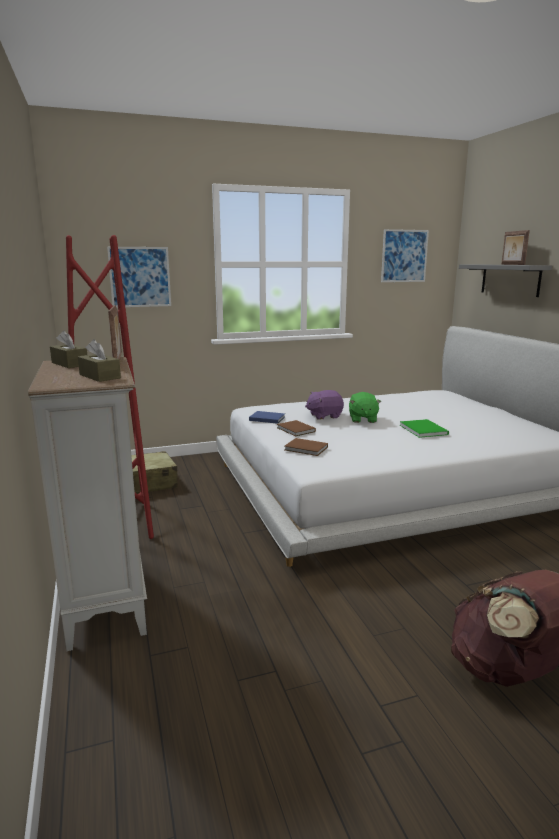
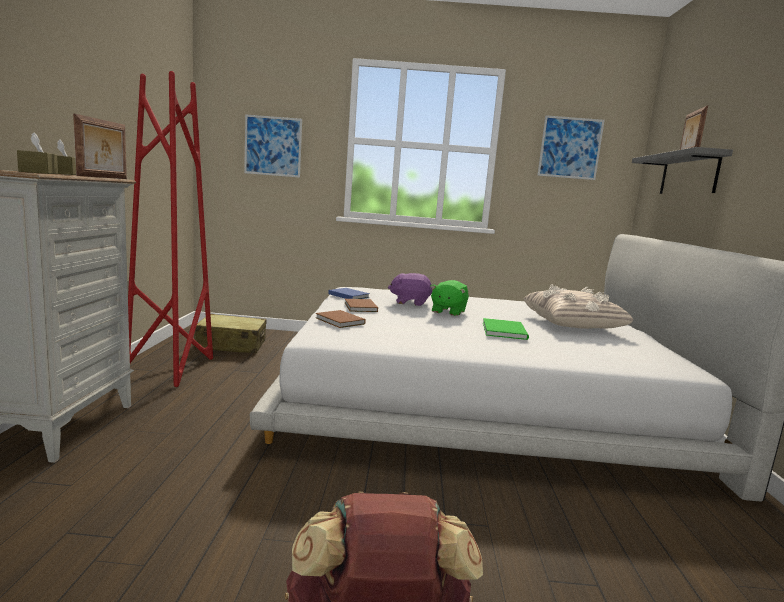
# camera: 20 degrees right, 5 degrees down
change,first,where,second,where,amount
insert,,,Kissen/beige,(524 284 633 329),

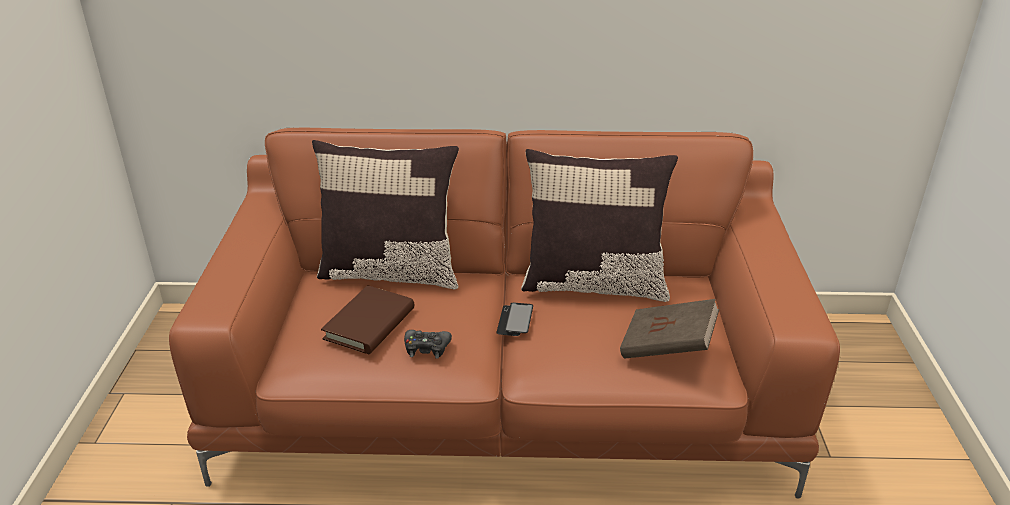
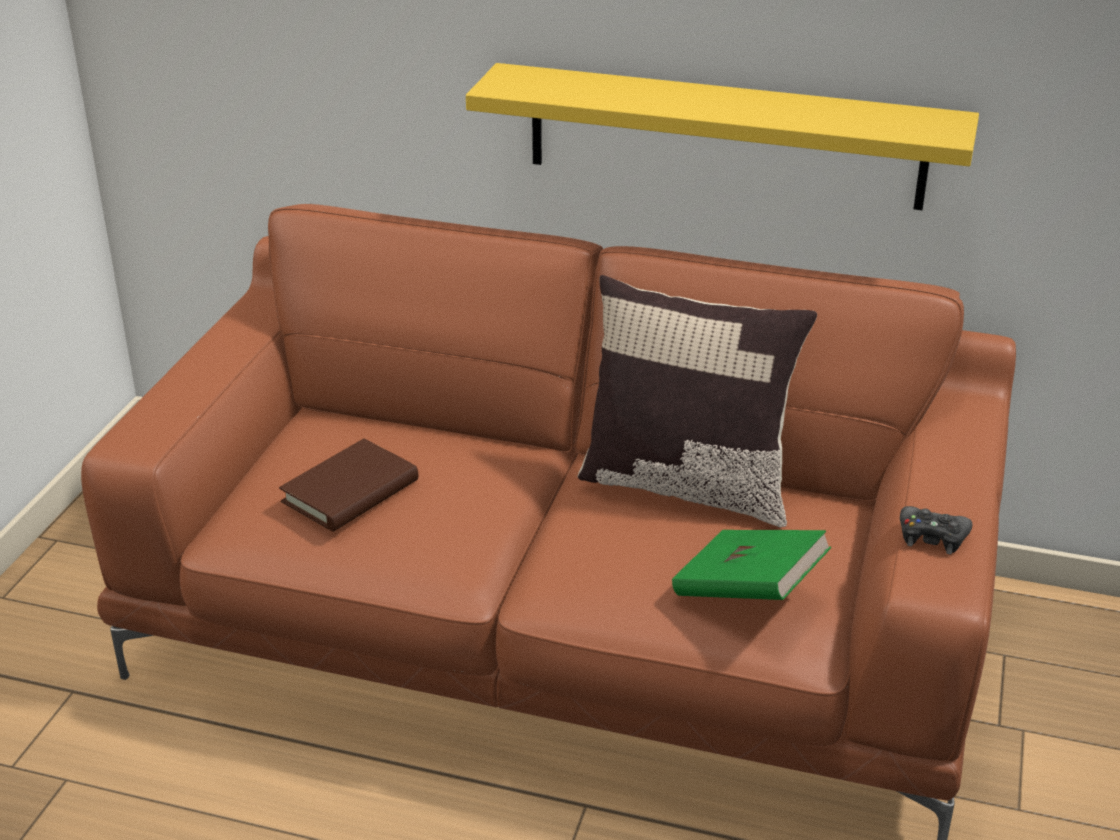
# camera: 15 degrees right, 0 degrees up
change,first,where,second,where,amount
delete,Kissen,(312 140 459 290),,,
delete,Handy,(496 303 533 336),,,
insert,,,Wandregal/gelb,(466 63 979 210),
move,Gamepad/schwarz,(404 330 452 359),,(900 506 972 554),
recolor,Buch/braun,(620 299 719 359),Buch/grün,(672 530 831 600),

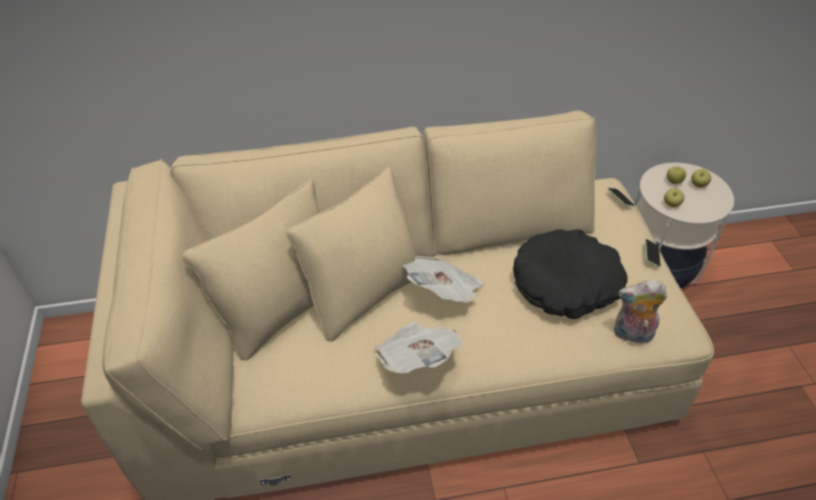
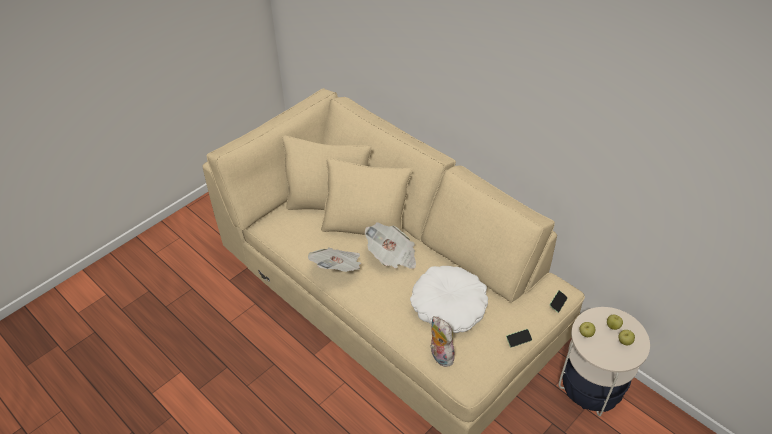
# camera: 55 degrees right, 0 degrees up
change,first,where,second,where,amount
recolor,Kissen/schwarz,(513 229 628 319),Kissen/weiß,(410 266 488 333),

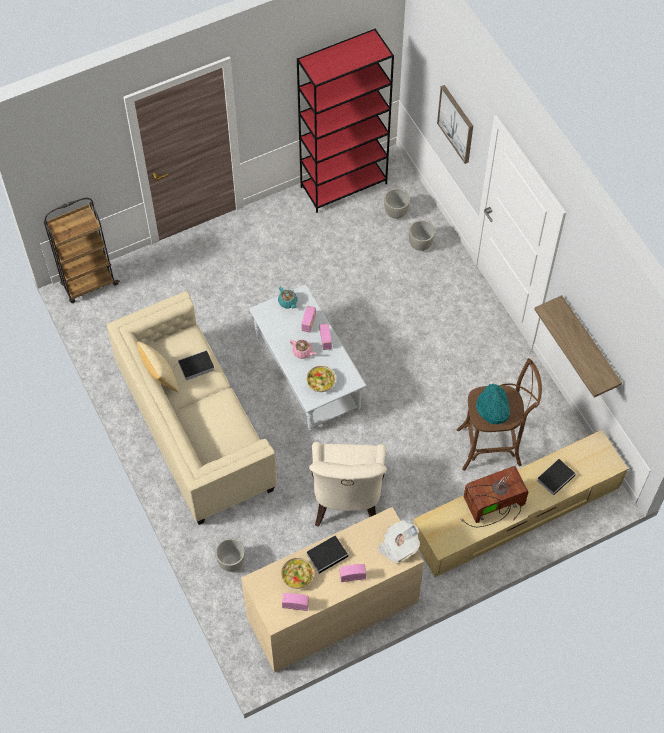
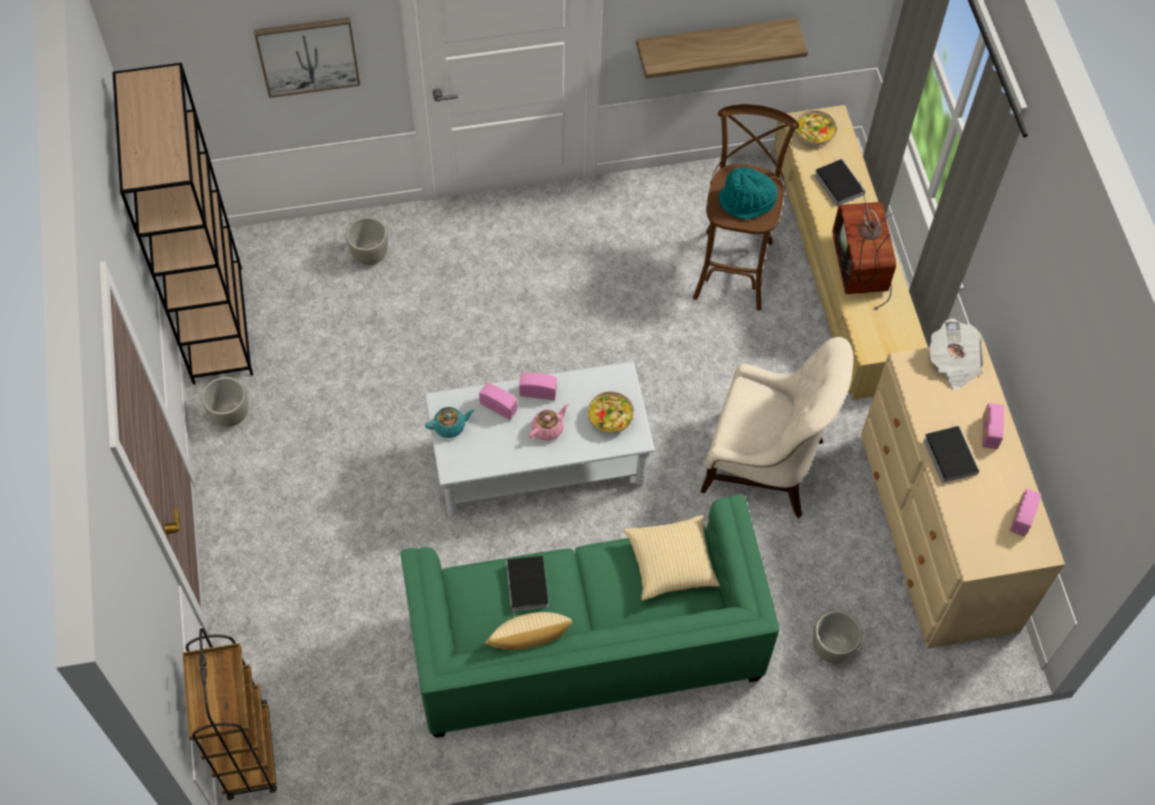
# camera: 75 degrees left, 0 degrees up
change,first,where,second,where,amount
insert,,,Kissen,(624 515 720 601),
move,Schüssel,(281 558 313 589),,(796 110 836 146),
move,Pflanzkübel/grau,(384 188 410 219),,(202 377 248 427),
recolor,Sofa/beige,(107 291 277 525),Sofa/grün,(400 494 779 738),
recolor,Bücherregal/rot,(297 29 394 213),Bücherregal/beige,(112 63 253 384),

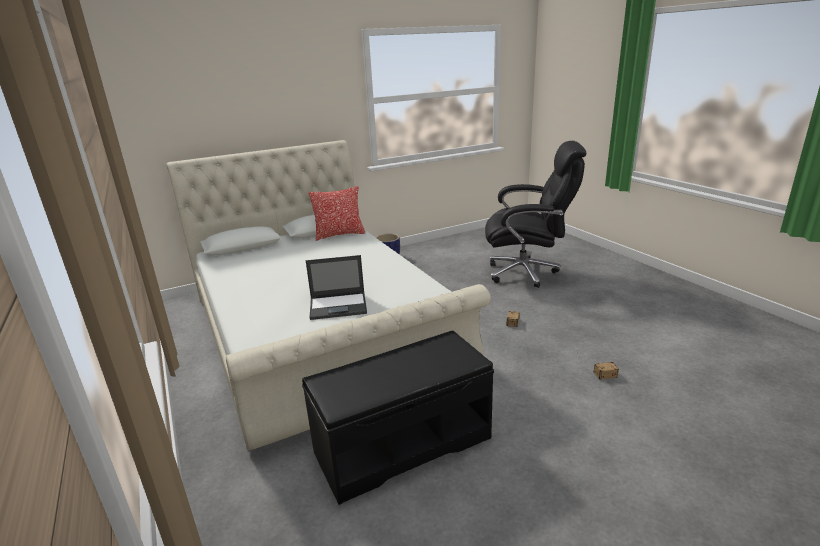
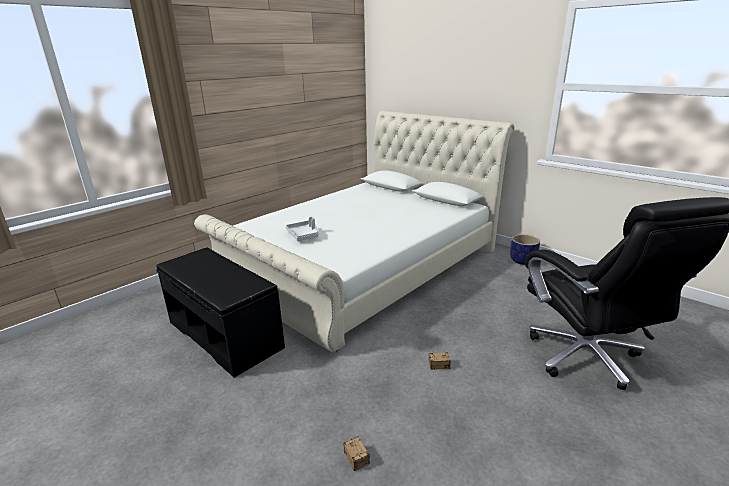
# camera: 70 degrees right, 0 degrees up
change,first,where,second,where,amount
delete,Kissen,(309 186 365 241),,,
replace,Laptop,(306 255 367 320),Tablett/grau,(285 216 319 241),

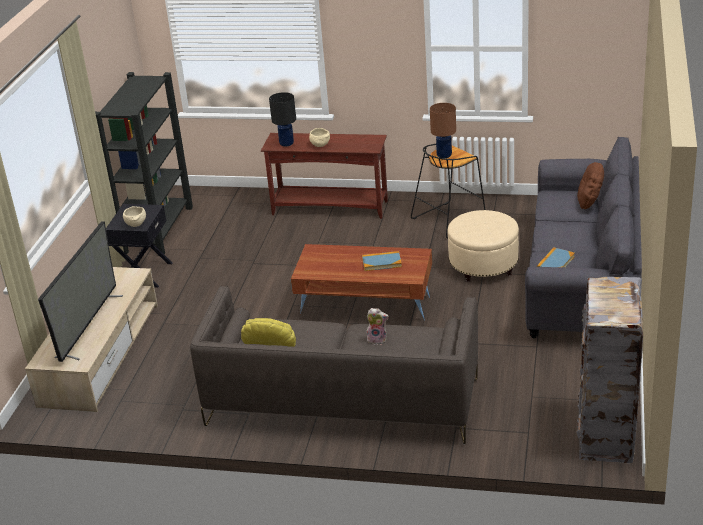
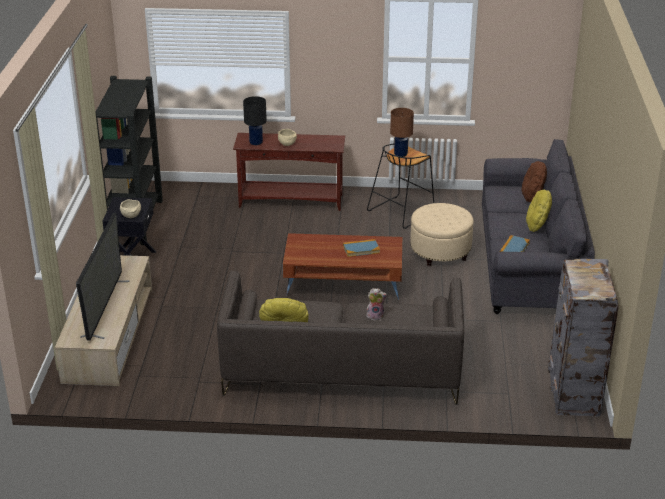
# camera: 10 degrees left, 0 degrees up
change,first,where,second,where,amount
insert,,,Kissen/gelb,(526 190 552 232),

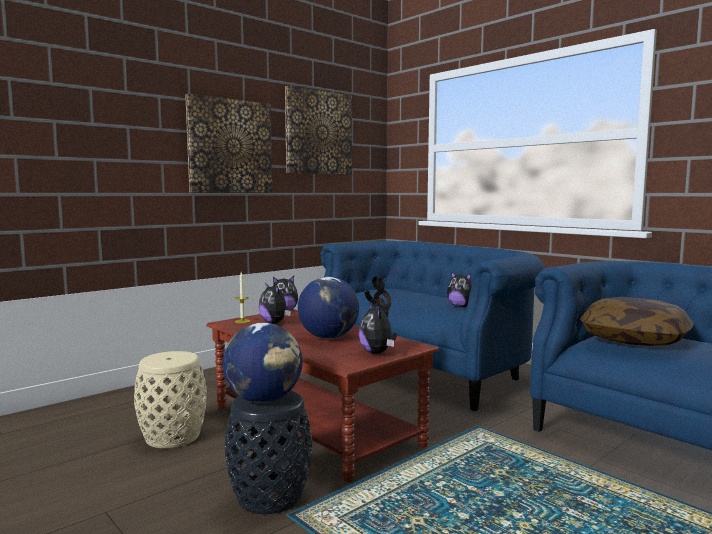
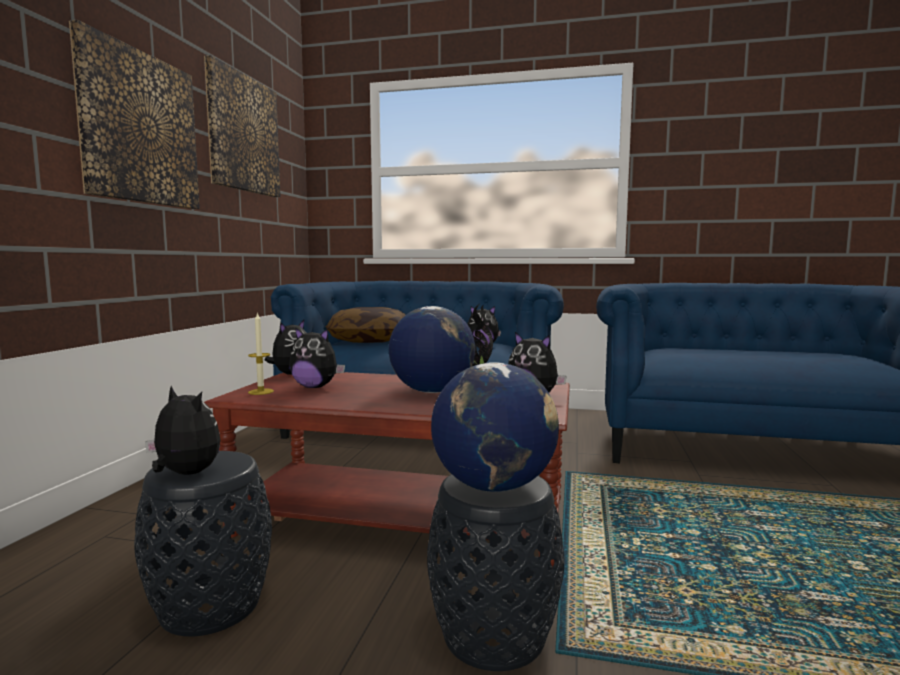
# camera: 35 degrees left, 0 degrees up
change,first,where,second,where,amount
insert,,,Plüschtier,(145 386 221 475),
move,Kissen,(580 297 693 346),,(326 307 405 343),
recolor,Hocker/beige,(134 351 207 449),Hocker/schwarz,(134 451 272 637),

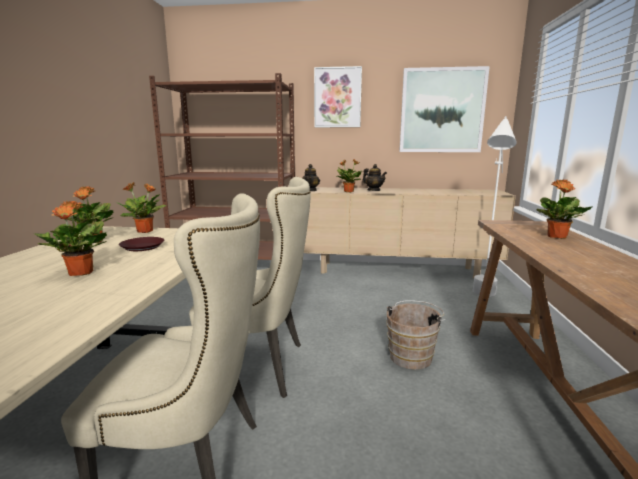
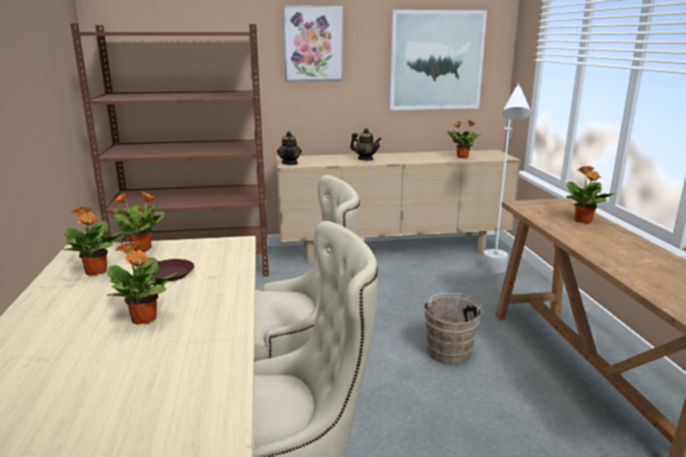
# camera: 15 degrees left, 5 degrees up
change,first,where,second,where,amount
move,Topfpflanze,(337 159 363 192),,(447 120 482 158),

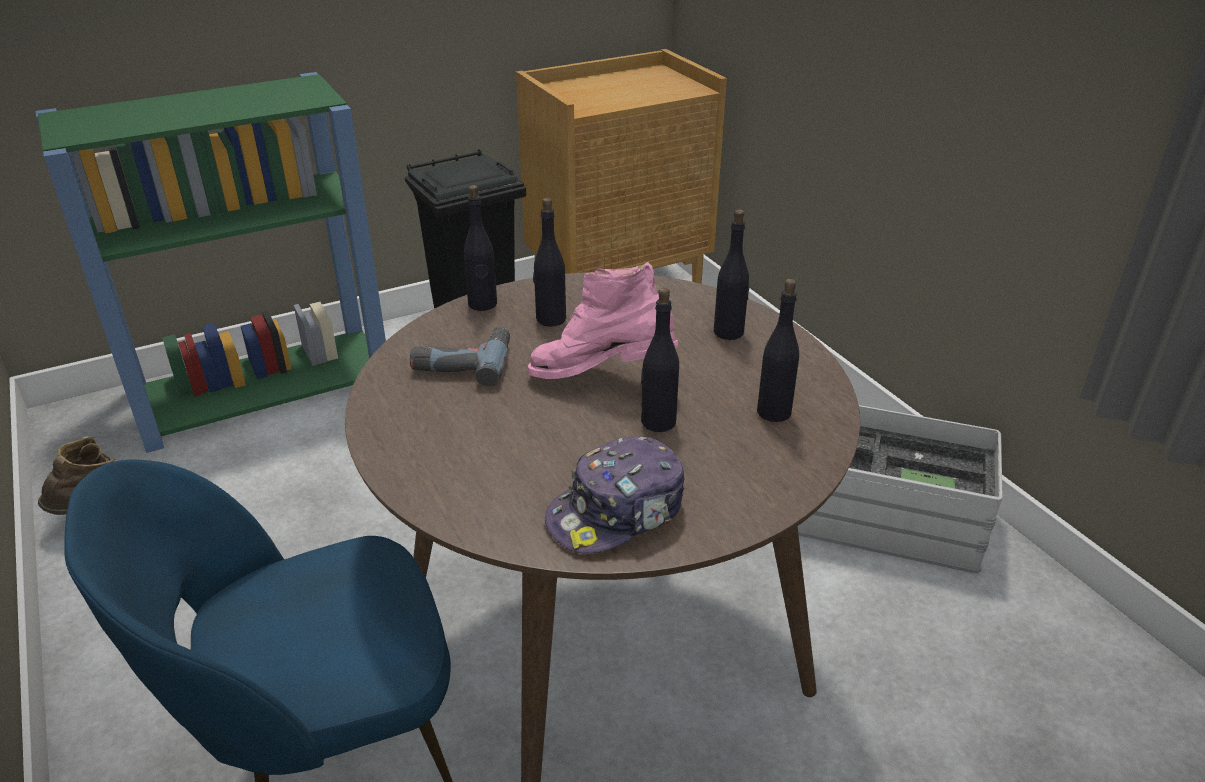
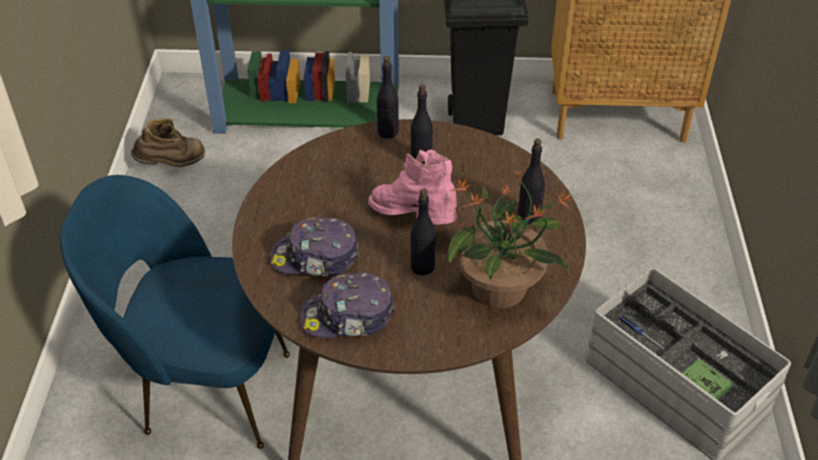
# camera: 30 degrees right, 10 degrees up
change,first,where,second,where,amount
delete,Bohrmaschine,(410 327 510 386),,,
insert,,,Kappe,(270 217 359 277),
replace,Flasche/schwarz,(757 279 799 422),Topfpflanze,(448 170 572 308),

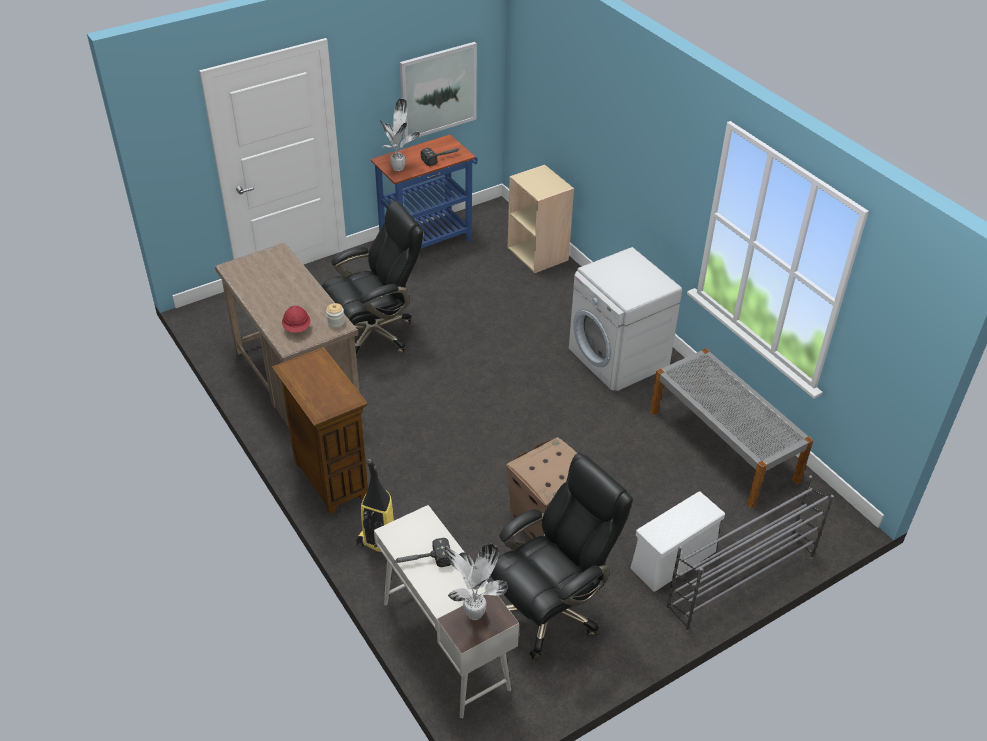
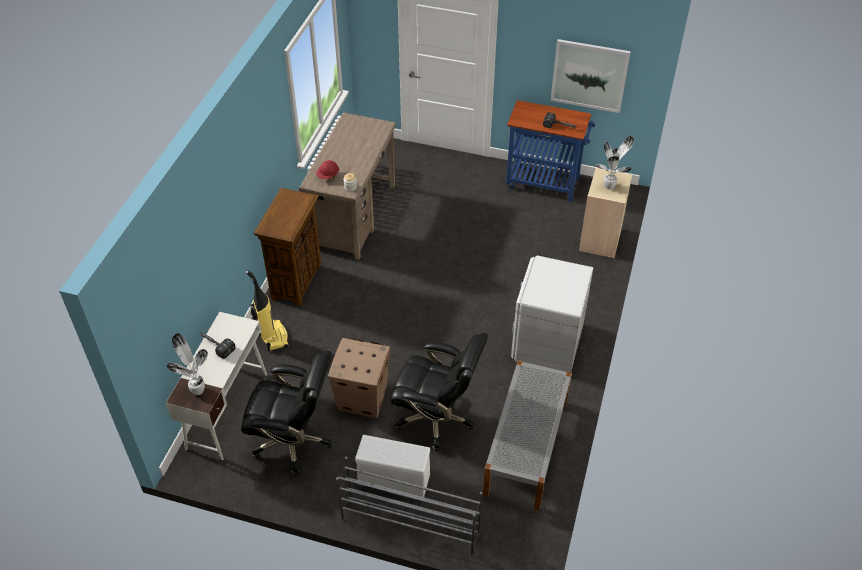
# camera: 50 degrees right, 5 degrees up
change,first,where,second,where,amount
move,Bürostuhl/schwarz,(322 201 423 356),,(390 333 488 451),
move,Topfpflanze,(379 99 420 171),,(595 136 634 190),

